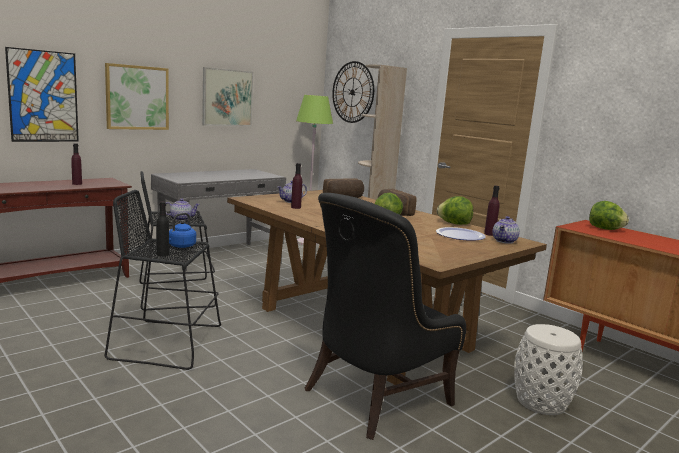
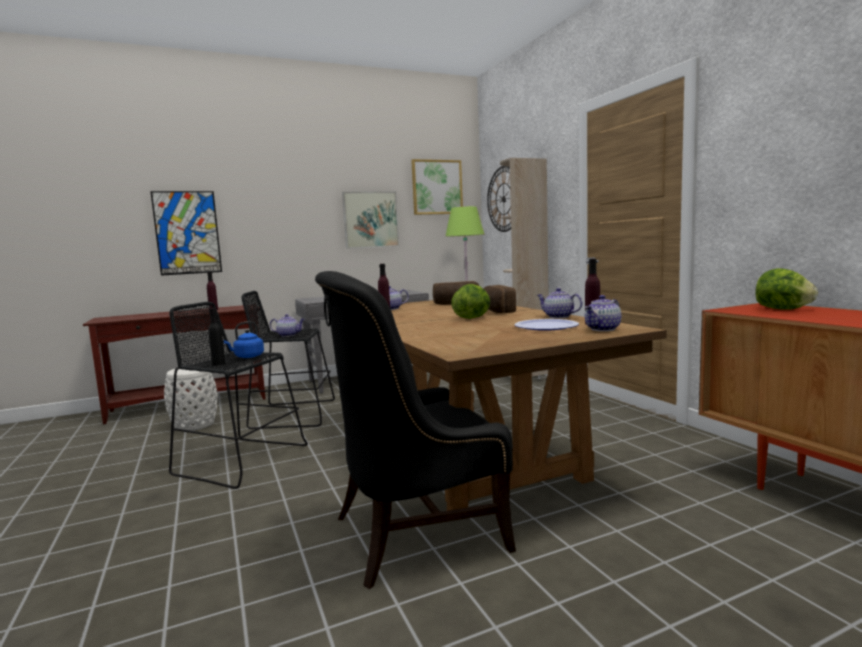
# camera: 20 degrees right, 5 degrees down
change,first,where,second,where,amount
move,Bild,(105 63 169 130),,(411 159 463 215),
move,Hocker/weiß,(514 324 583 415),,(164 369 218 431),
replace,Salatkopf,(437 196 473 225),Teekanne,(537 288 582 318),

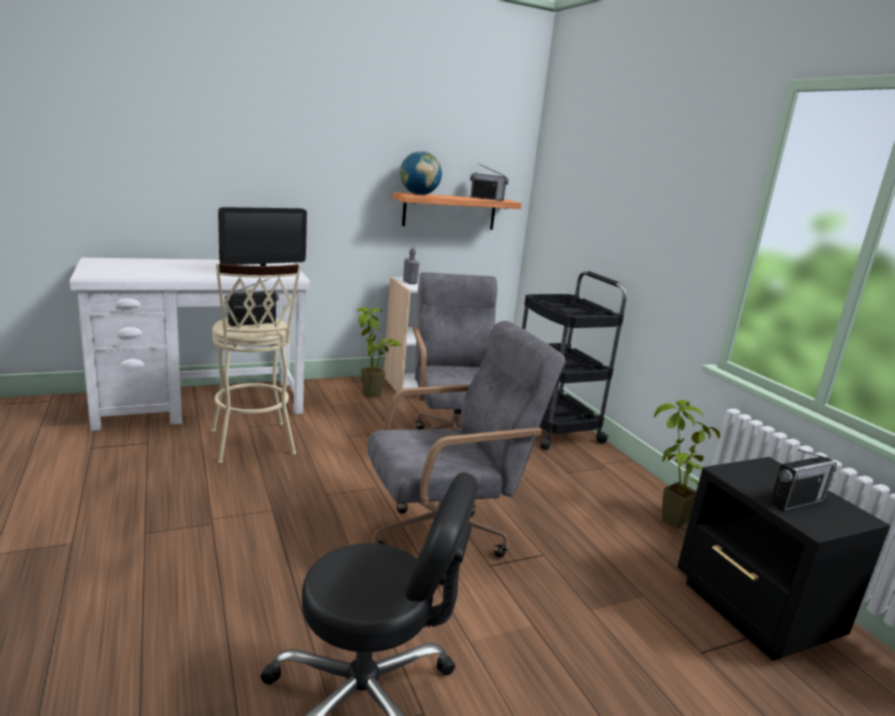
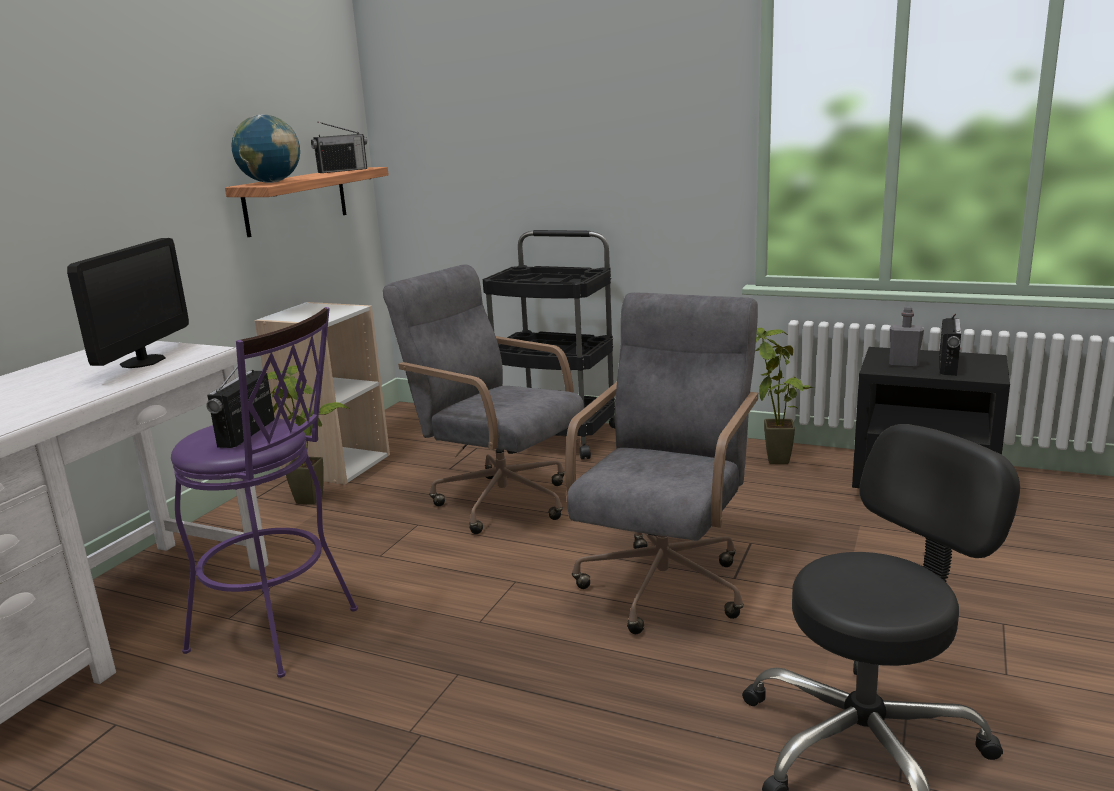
# camera: 40 degrees left, 0 degrees up
change,first,where,second,where,amount
move,Flasche/grau,(403 248 419 284),,(889 306 924 368),
recolor,Hocker/beige,(211 263 301 463),Hocker/lila,(171 307 358 678),

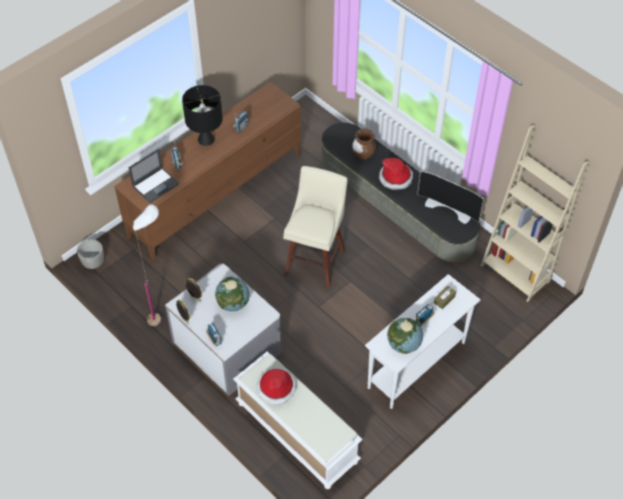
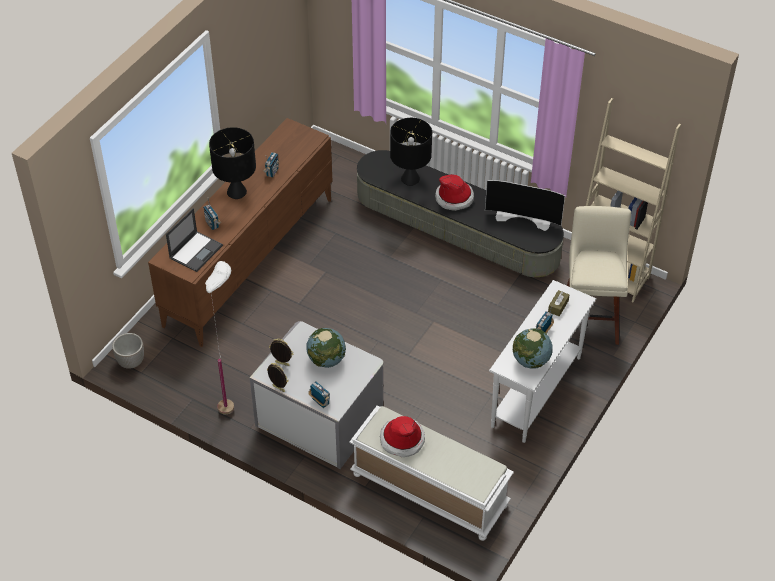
# camera: 15 degrees left, 5 degrees down
change,first,where,second,where,amount
move,Hocker/beige,(283 166 348 288),,(567 206 631 345),
replace,Vase/braun,(352 128 376 160),Tischlampe/schwarz,(390 118 432 186),

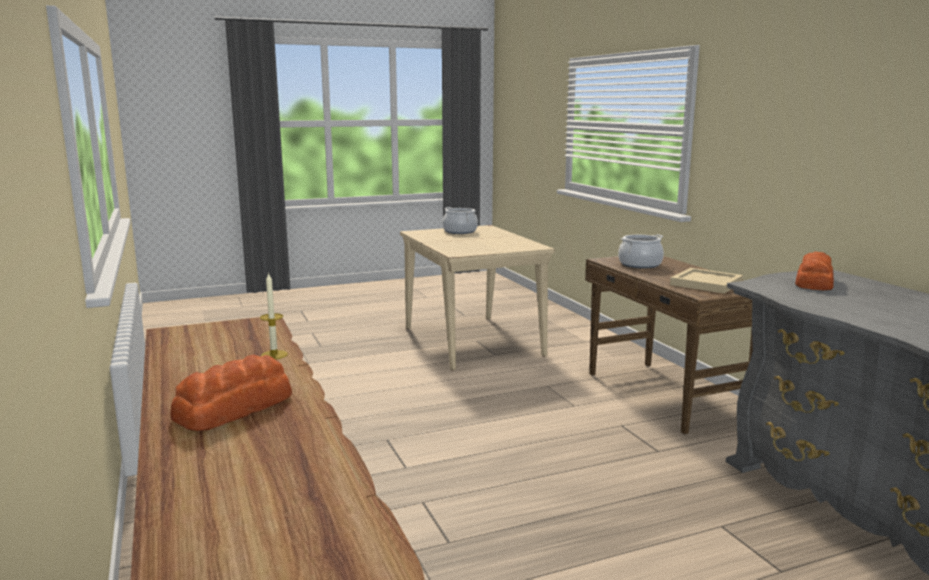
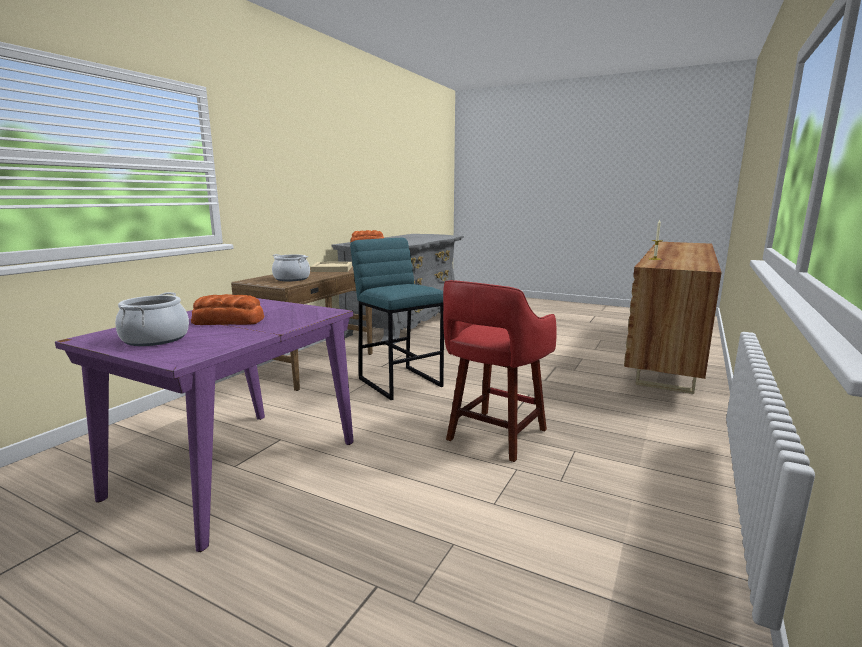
# camera: 130 degrees left, 0 degrees up
change,first,where,second,where,amount
insert,,,Hocker/türkis,(350 238 444 400),
insert,,,Hocker/rot,(443 280 557 462),
move,Brot,(170 355 292 431),,(191 294 265 325),
recolor,Esstisch/beige,(400 225 555 370),Esstisch/lila,(55 298 354 552),

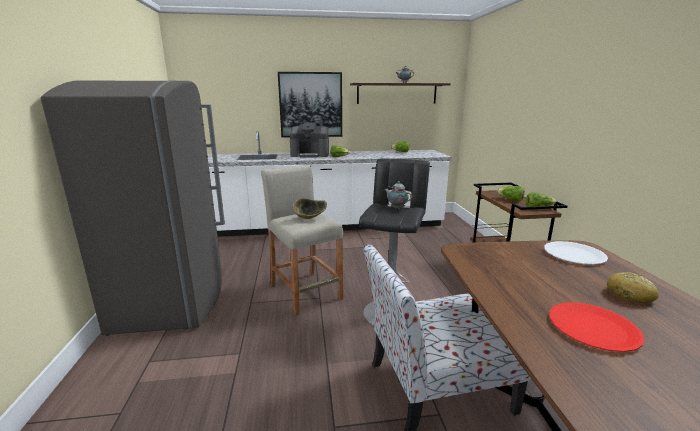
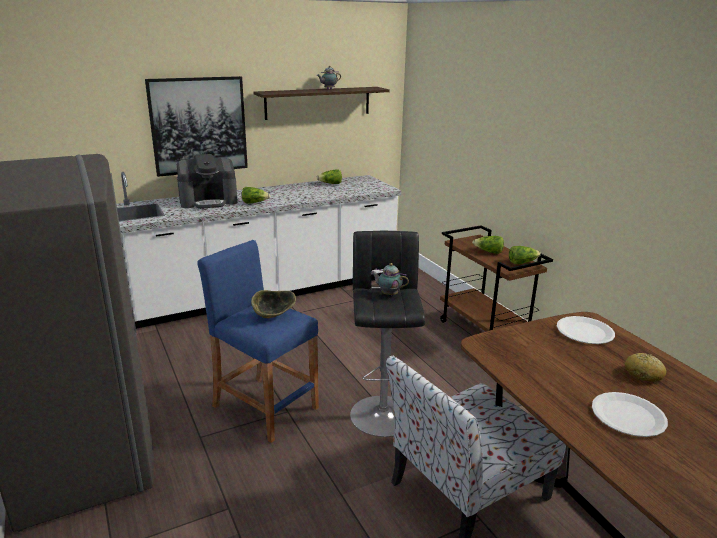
# camera: 20 degrees left, 5 degrees up
change,first,where,second,where,amount
recolor,Hocker/beige,(261 165 343 316),Hocker/blau,(197 240 319 443),
recolor,Teller/rot,(549 302 645 352),Teller/weiß,(592 392 668 437),

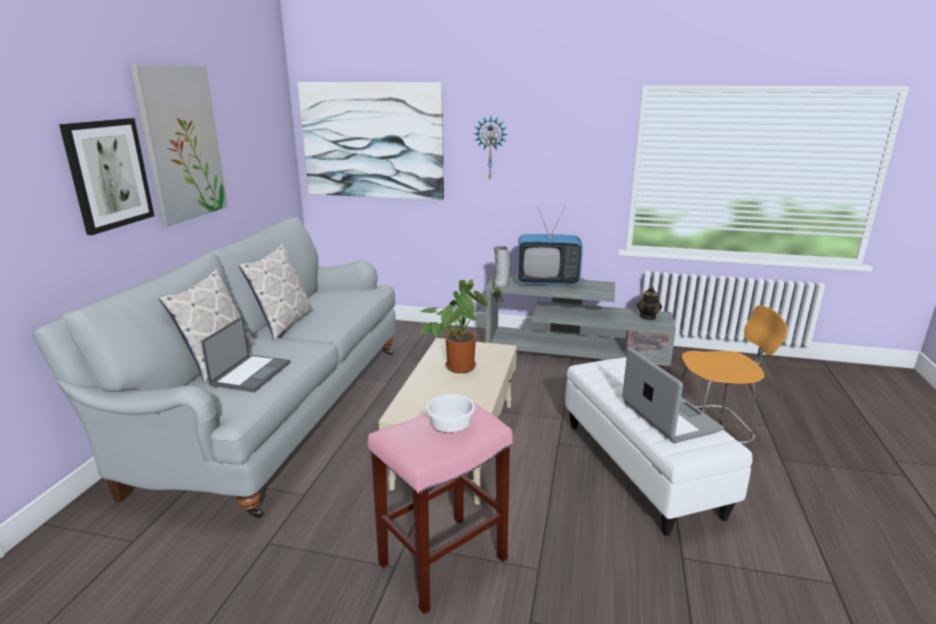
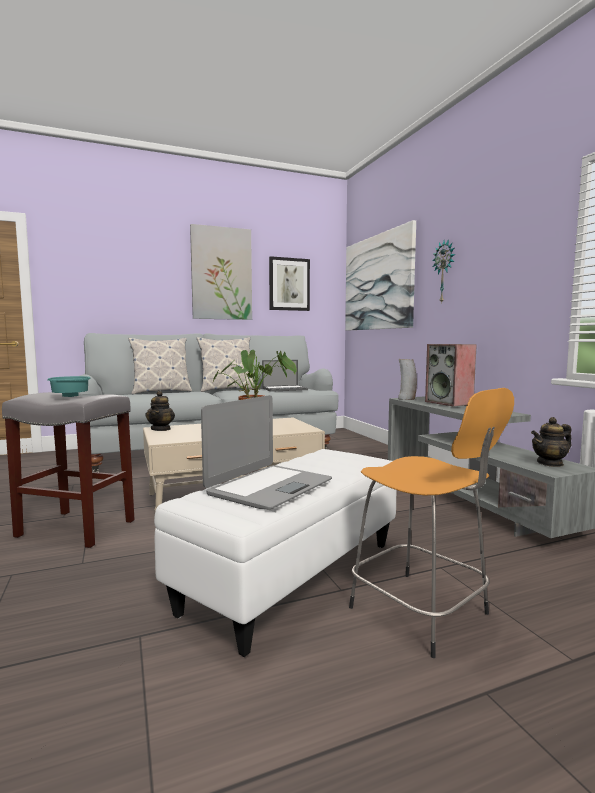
# camera: 55 degrees right, 15 degrees down
change,first,where,second,where,amount
insert,,,Teekanne,(145 391 175 431),
move,Bild,(59 118 154 235),,(269 256 310 311),
move,Laptop,(201 316 291 392),,(262 360 308 392),
replace,Fernseher,(517 206 583 286),Lautsprecher,(425 344 477 406),
recolor,Hocker/rosa,(368 403 513 615),Hocker/grau,(2 392 135 548),
recolor,Schüssel/weiß,(426 394 475 432),Schüssel/türkis,(48 376 91 397),

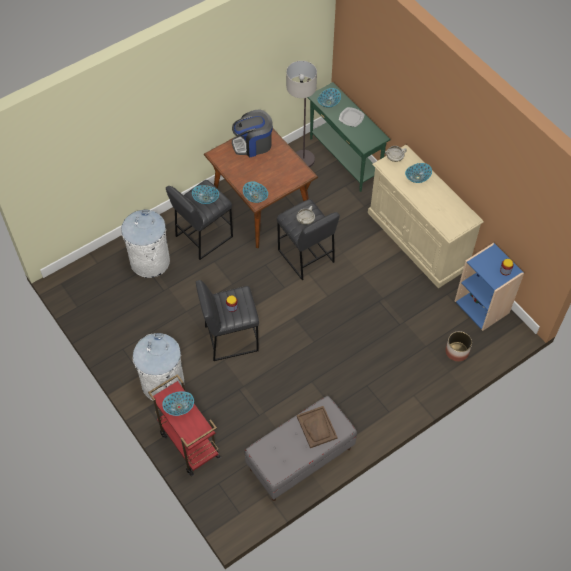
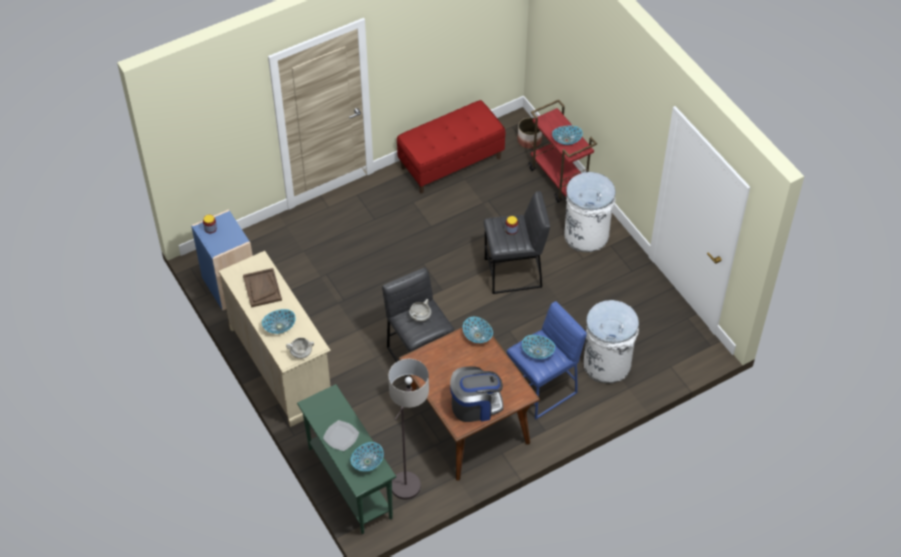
# camera: 175 degrees left, 5 degrees down
change,first,where,second,where,amount
move,Tablett/braun,(297 406 338 448),,(243 268 282 308),
move,Pflanzkübel,(445 331 472 362),,(517 117 542 149),
recolor,Hocker/grau,(166 180 233 260),Hocker/blau,(507 301 587 419),
recolor,Bank/grau,(245 396 357 501),Bank/rot,(397 100 505 194),

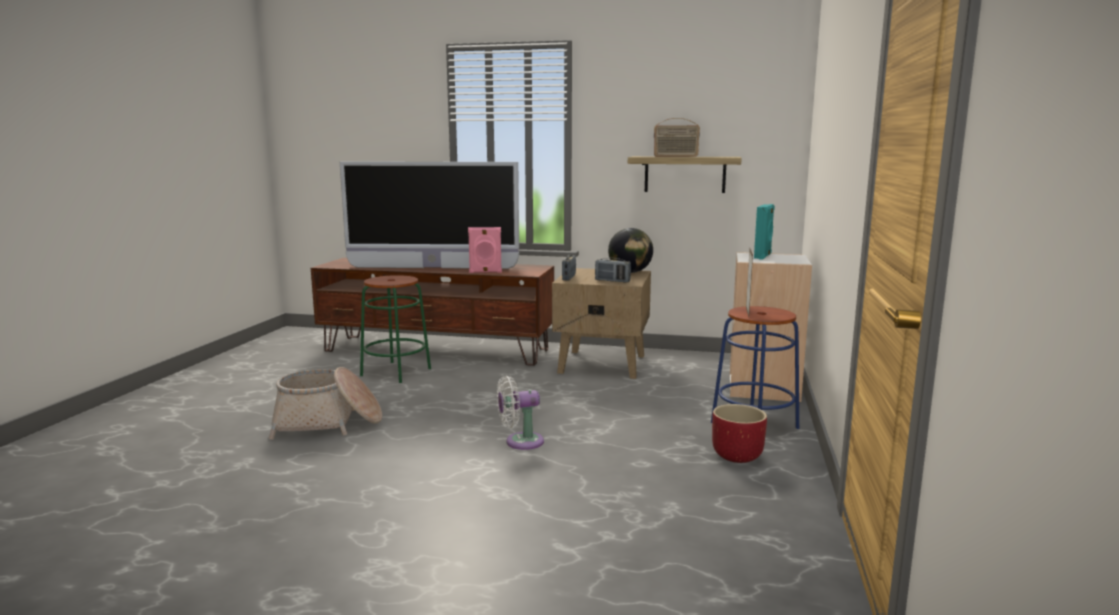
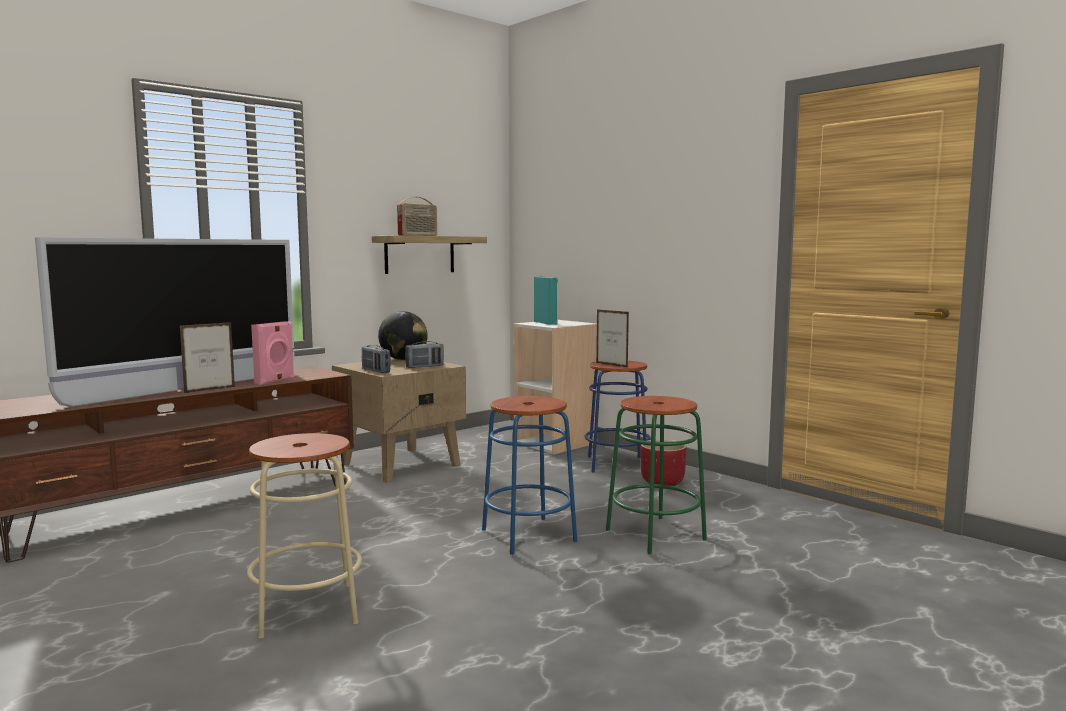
# camera: 55 degrees left, 5 degrees down
change,first,where,second,where,amount
insert,,,Bilderrahmen,(180 322 235 393),
move,Hocker/grün,(360 275 431 383),,(606 396 707 554),
replace,Korb,(269 367 382 440),Hocker/beige,(247 433 362 639),
replace,Ventilator/weiß,(497 376 544 450),Hocker/blau,(482 396 577 555),

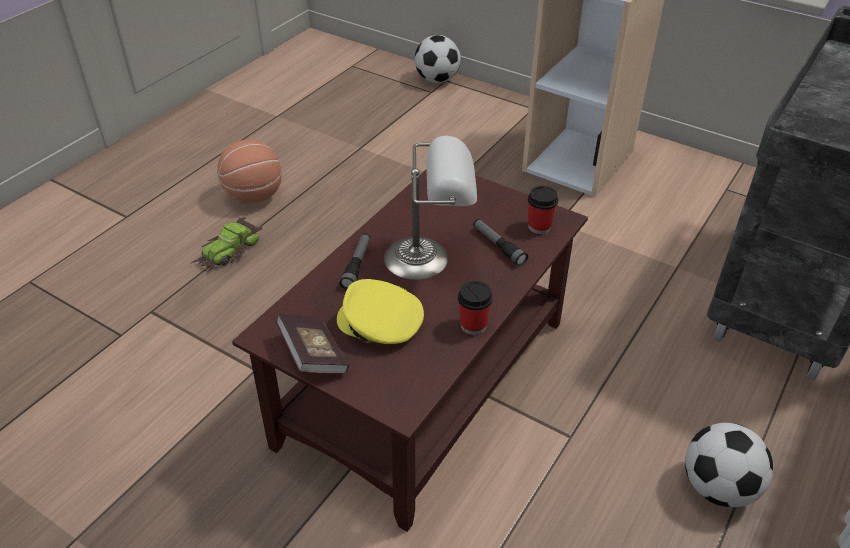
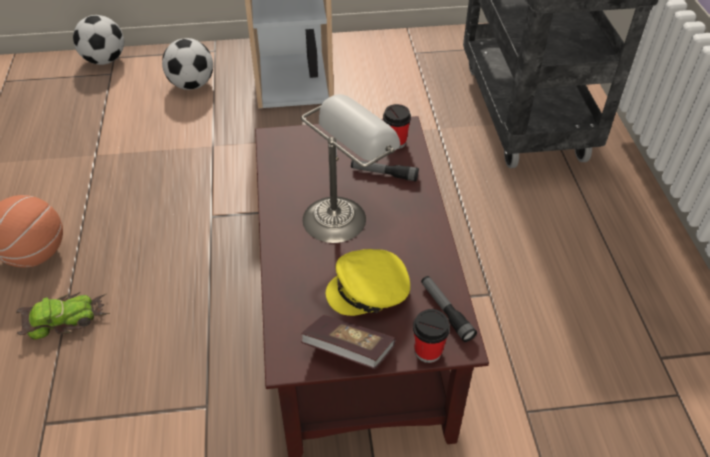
# camera: 40 degrees left, 5 degrees up
change,first,where,second,where,amount
move,Taschenlampe,(340 233 370 290),,(421 276 477 342),
move,Tasse,(458 281 493 335),,(413 309 450 363),
move,Fußball,(685 423 773 507),,(162 38 213 90),
rotate,Spielzeugauto,(192 217 263 273),,(16 292 110 339),105 degrees counterclockwise

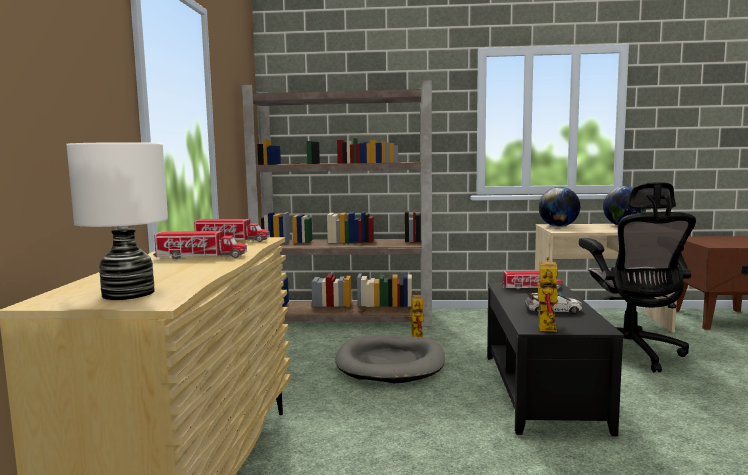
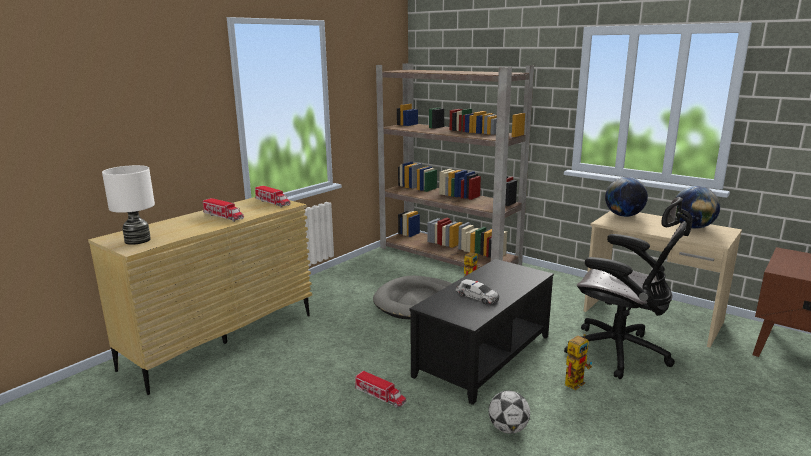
# camera: 35 degrees right, 10 degrees up
change,first,where,second,where,amount
insert,,,Fußball,(489 391 530 434),
move,Spielzeuglaster,(501 271 563 289),,(355 371 406 408),
move,Spielzeugroboter,(528 257 561 332),,(565 334 592 390),
rotate,Bürostuhl,(578 182 696 372),,(564 197 693 379),90 degrees counterclockwise

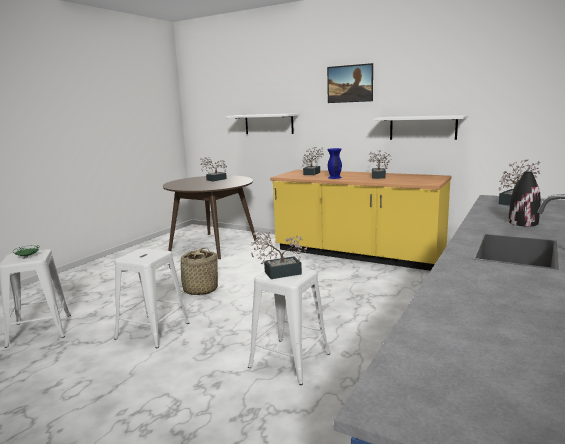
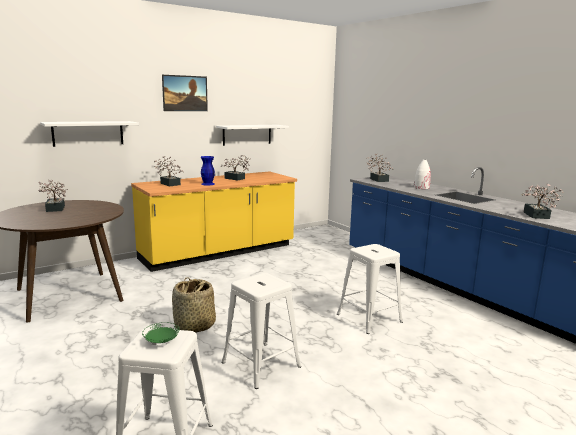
# camera: 65 degrees left, 0 degrees up
change,first,where,second,where,amount
move,Topfpflanze,(251 230 307 279),,(522 184 563 219),
recolor,Vase/schwarz,(508 172 541 227),Vase/weiß,(414 159 431 189),

